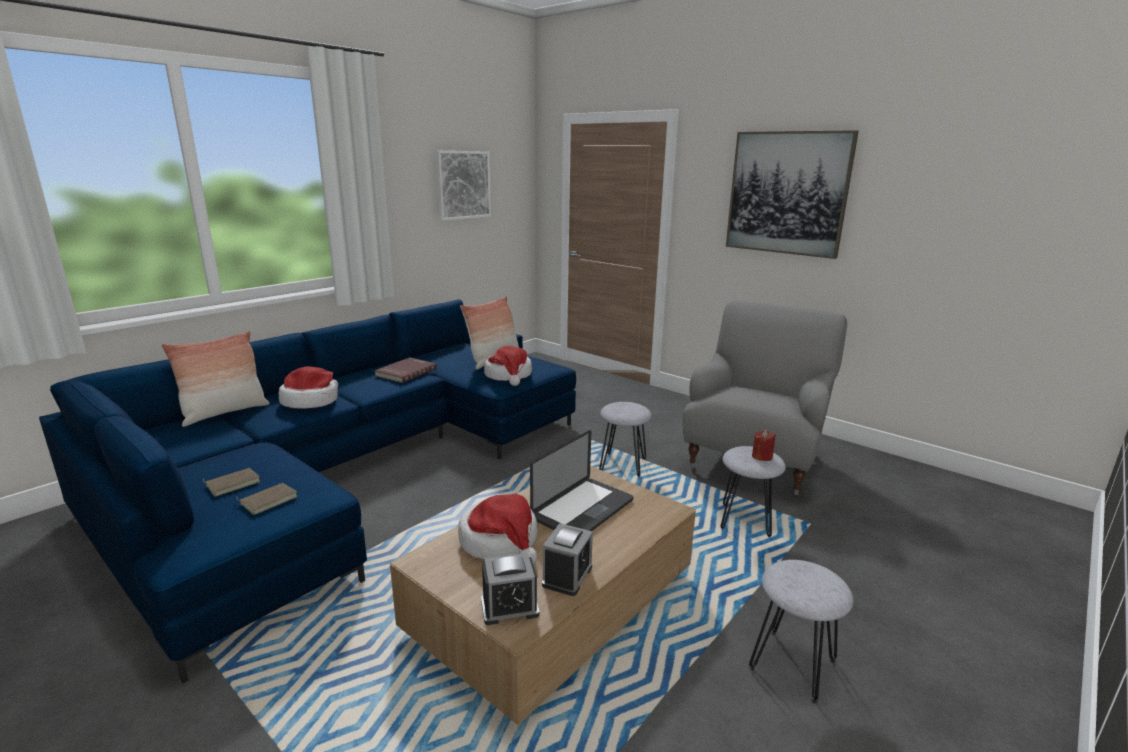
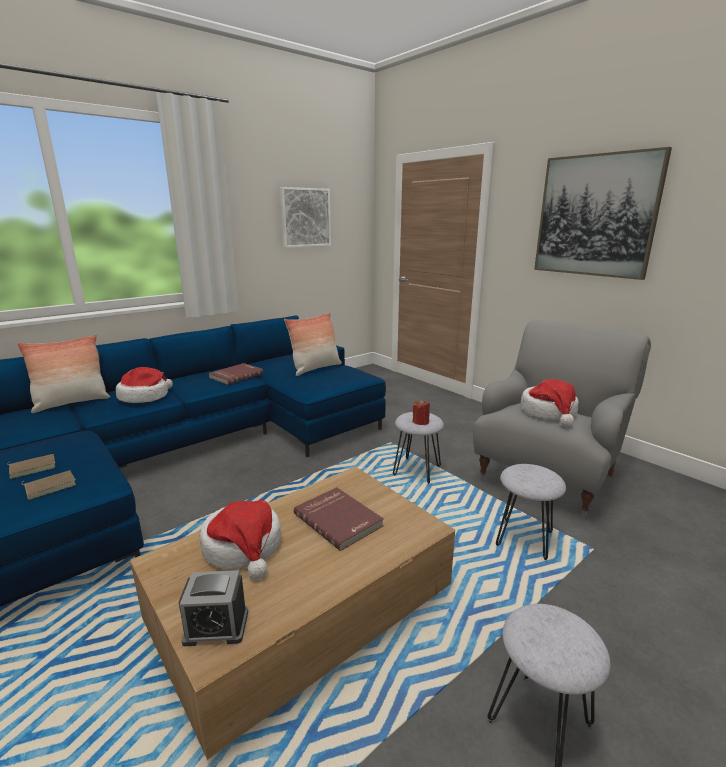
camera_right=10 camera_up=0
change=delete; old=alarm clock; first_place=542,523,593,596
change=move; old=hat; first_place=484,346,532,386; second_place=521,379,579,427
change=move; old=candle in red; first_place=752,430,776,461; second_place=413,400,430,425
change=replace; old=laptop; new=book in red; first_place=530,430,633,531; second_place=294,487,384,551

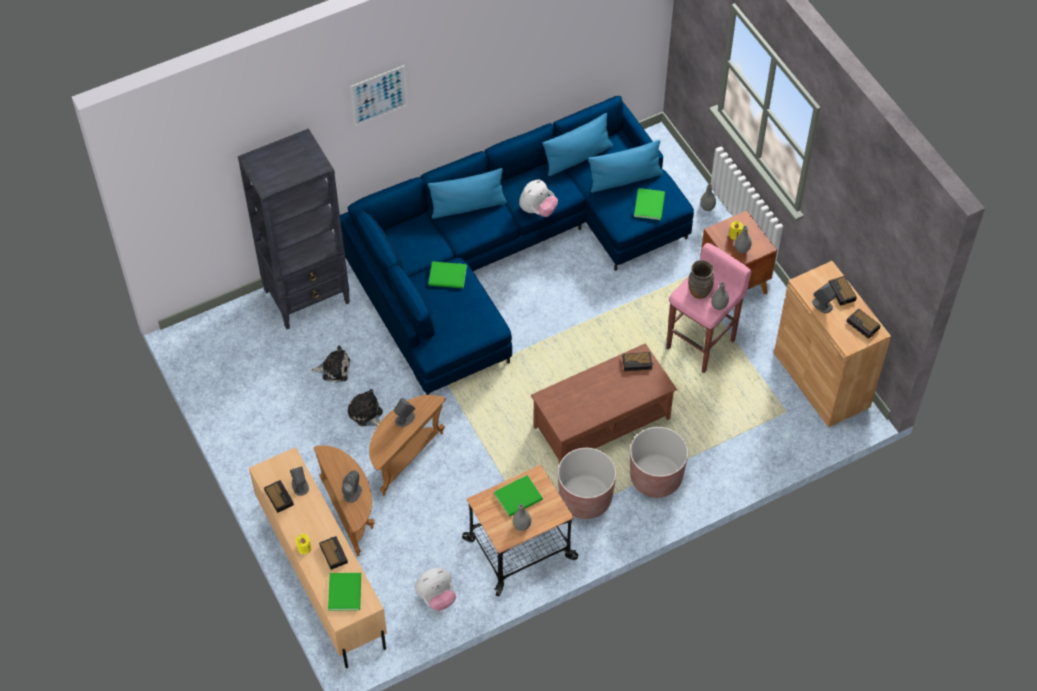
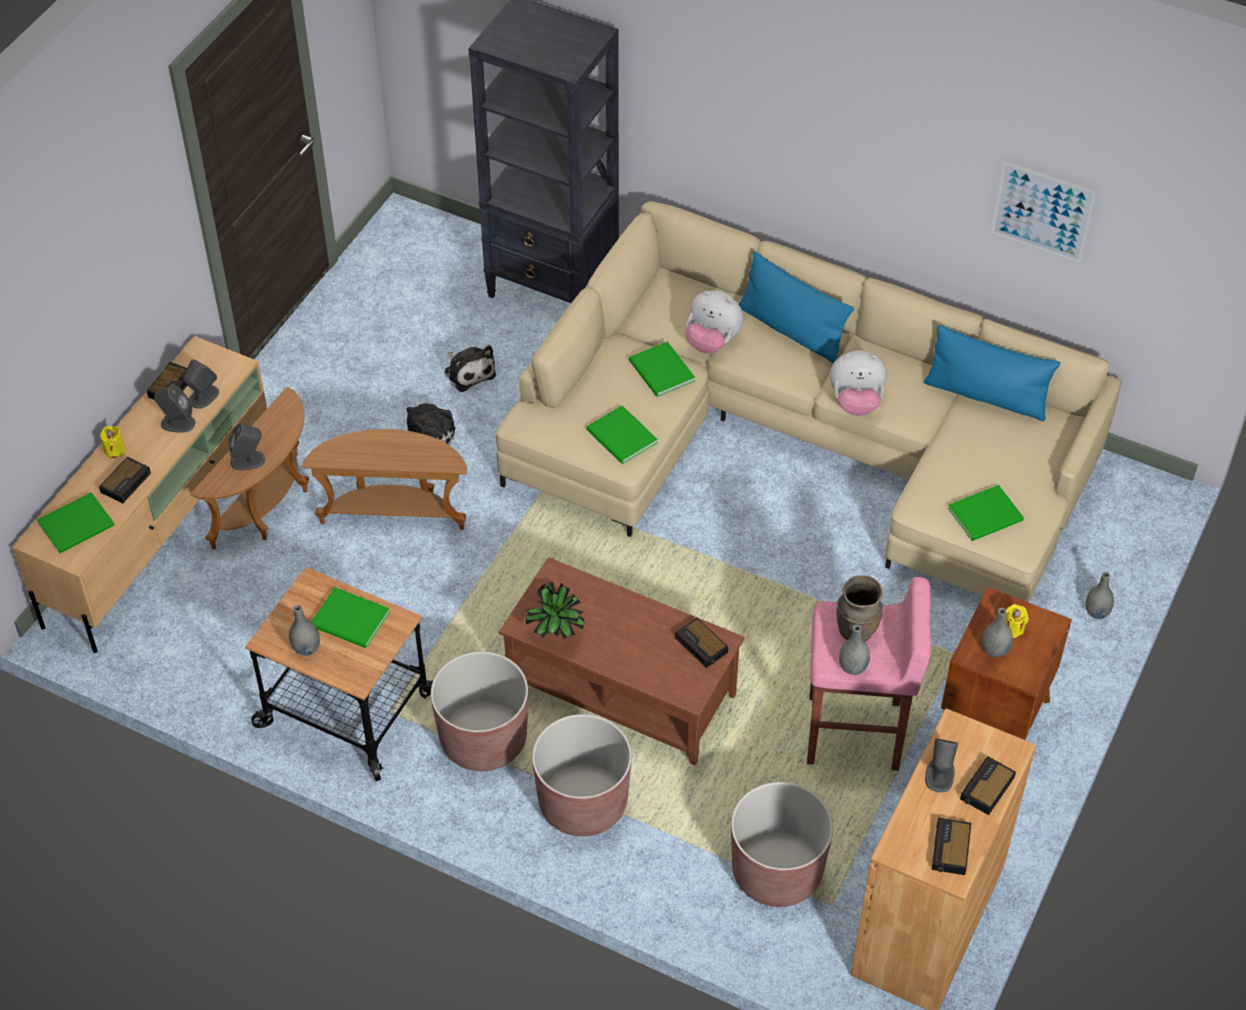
camera_right=55 camera_up=-5
change=delete; old=pillow in blue; first_place=588,140,663,193
change=insert; new=potted plant; second_place=525,582,584,639
change=insert; new=book in green; second_place=586,406,658,464
change=insert; new=planter in brown; second_place=731,782,833,907
change=move; old=picture; first_place=350,65,408,126; second_place=991,161,1097,263
change=move; old=speaker in grey; first_place=394,398,415,427; second_place=154,385,195,433
change=move; old=plush toy; first_place=415,568,456,611; second_place=685,291,744,353
change=recolor; old=sofa in blue; new=sofa in beige; first_place=340,96,694,395; second_place=496,202,1122,602

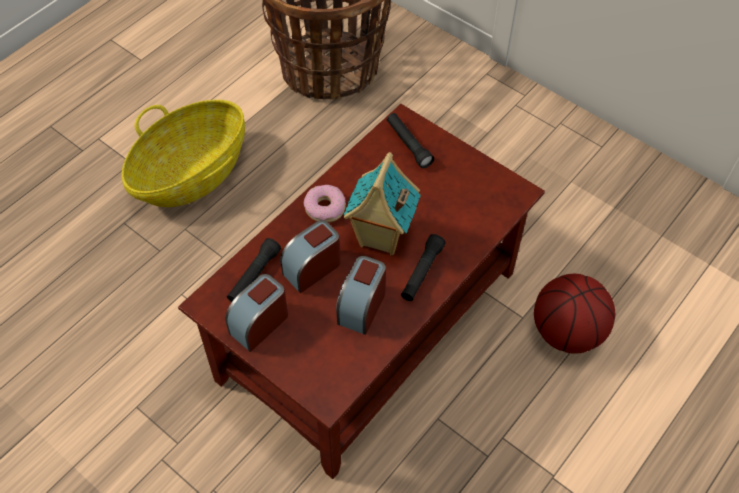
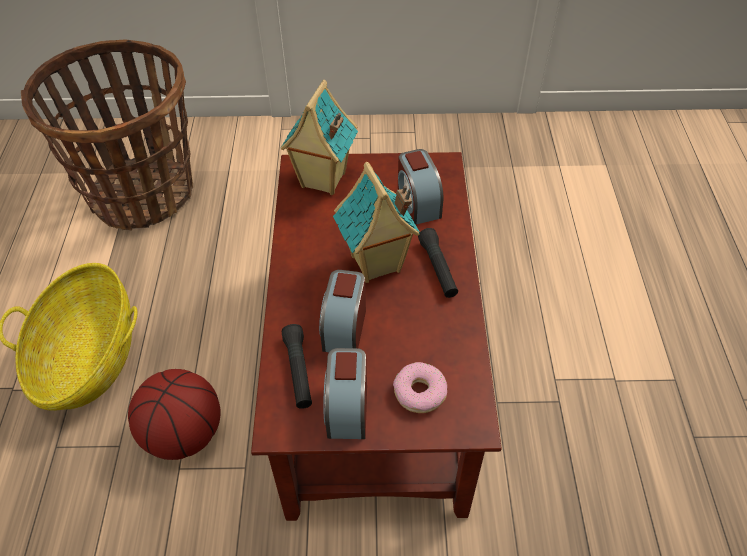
camera_right=-40 camera_up=-5
change=move; old=donut; first_place=304,185,346,222; second_place=393,362,447,413
change=move; old=alarm clock; first_place=336,256,386,335; second_place=398,149,443,225
change=move; old=basketball; first_place=534,274,615,354; second_place=128,369,221,460
change=replace; old=flashlight in black; new=toy house; first_place=387,113,434,168; second_place=281,80,358,195

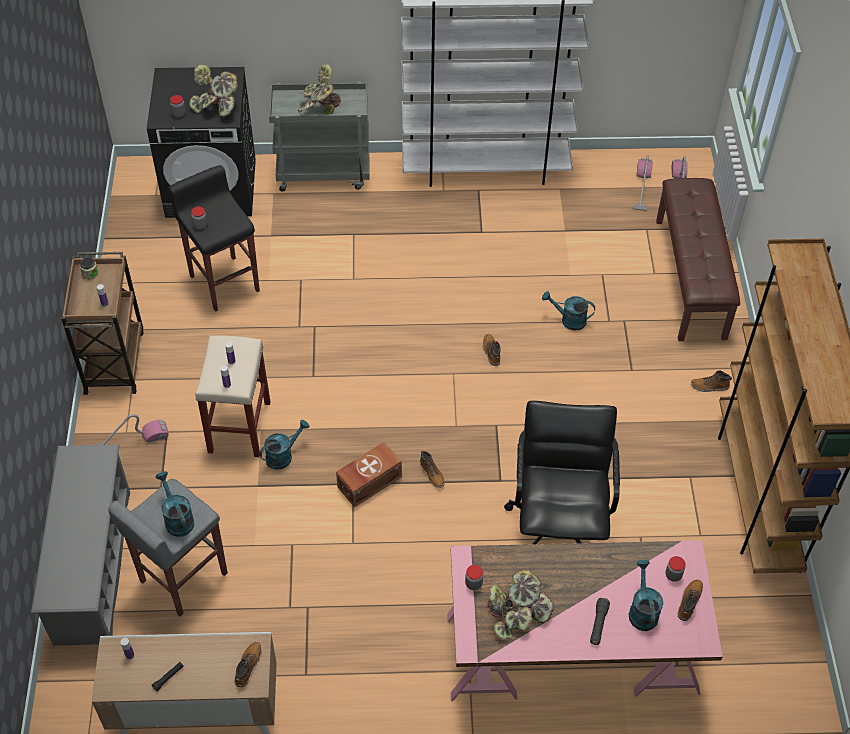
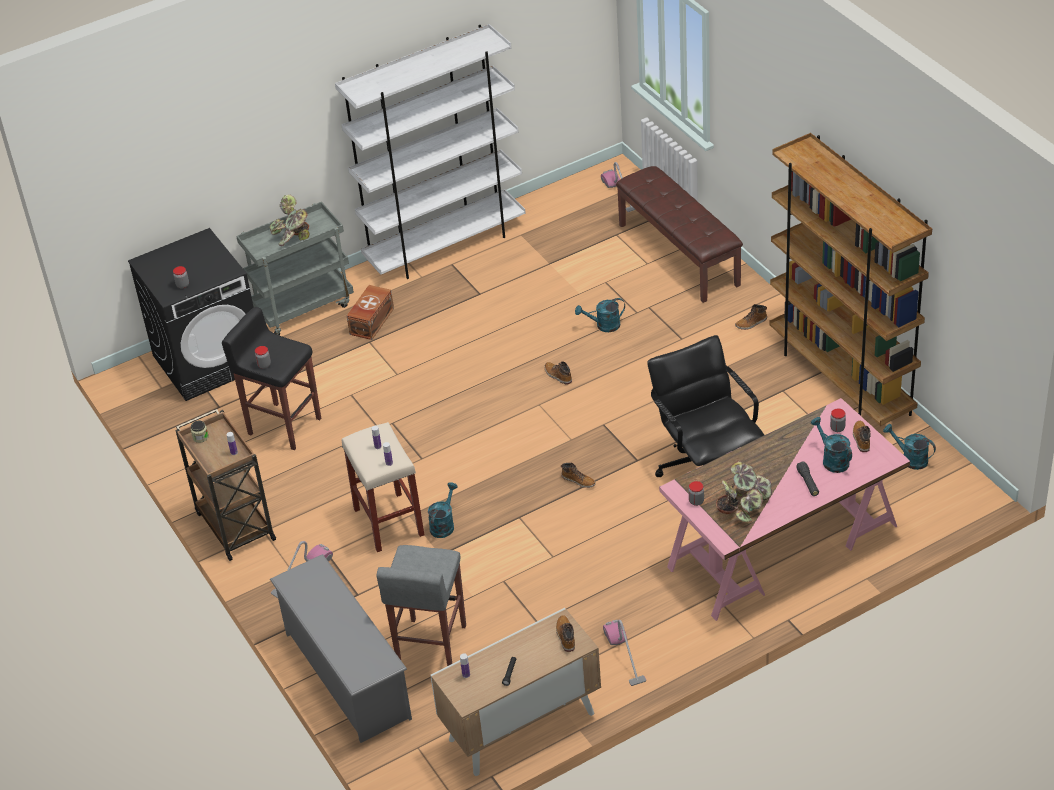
camera_right=-25 camera_up=-10
change=delete; old=potted plant; first_place=189,64,238,117
change=move; old=watering can in turquoise; first_place=156,471,194,537; second_place=883,424,936,470
change=move; old=storage box in brown; first_place=336,442,402,507; second_place=347,285,394,340
change=move; old=vacuum cleaner; first_place=633,155,653,211; second_place=603,620,646,686

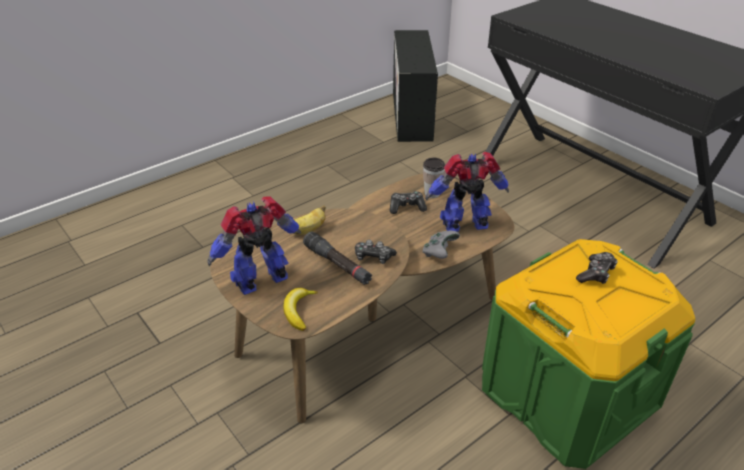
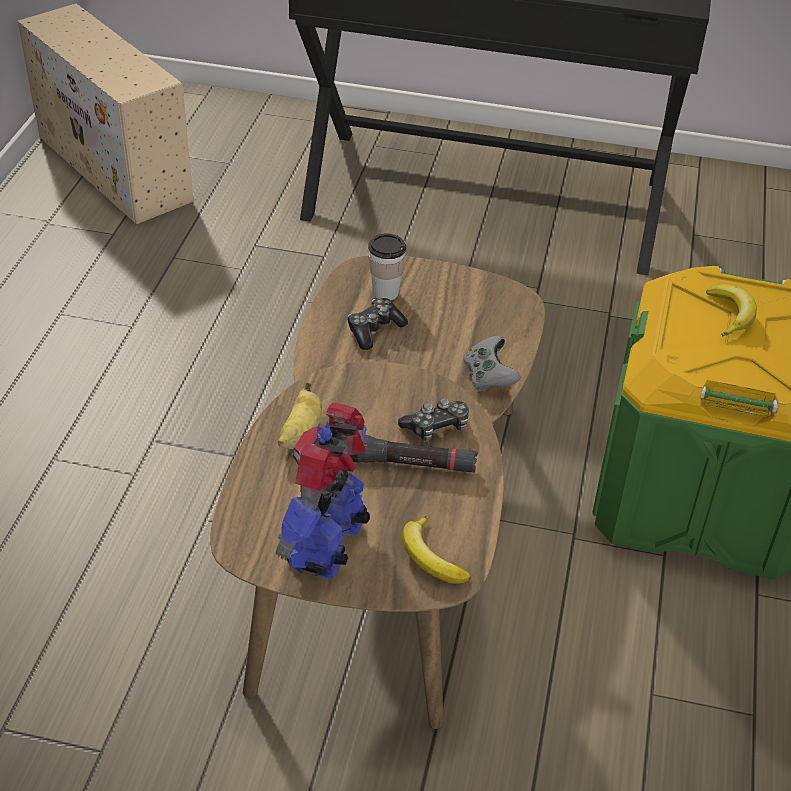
camera_right=-40 camera_up=5
change=delete; old=toy robot; first_place=425,152,509,232
change=replace; old=game controller; new=banana; first_place=576,252,618,284; second_place=706,284,757,336
change=recolor; old=storage box in black; new=storage box in beige; first_place=393,30,438,142; second_place=18,3,193,224

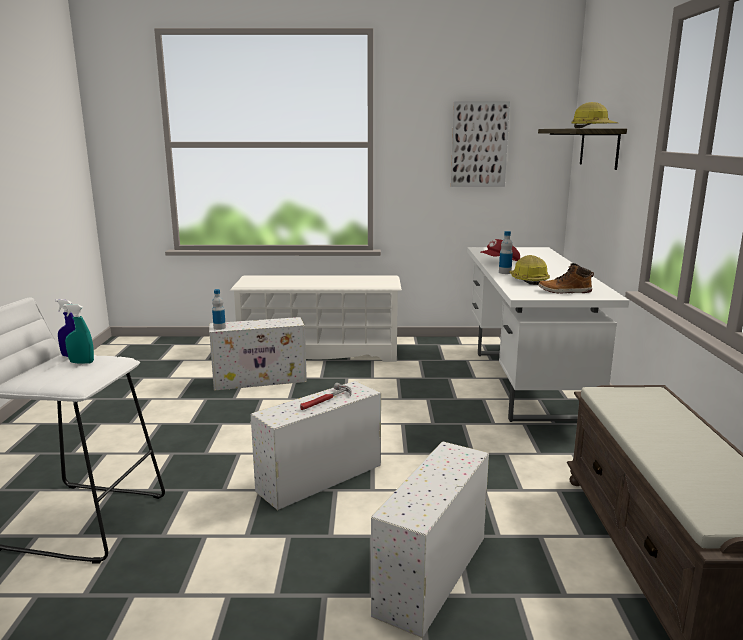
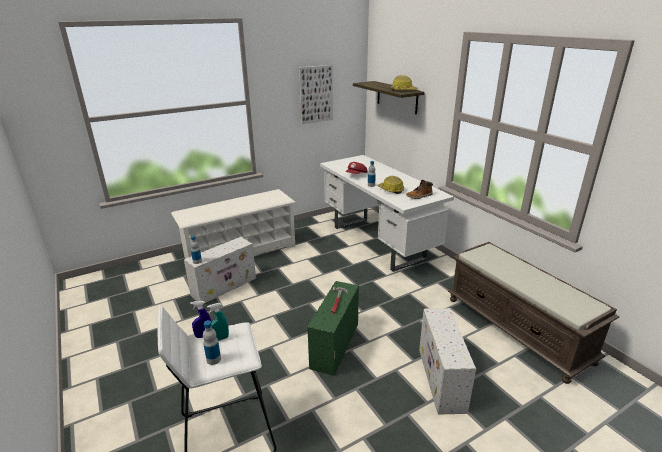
camera_right=-30 camera_up=10
change=insert; new=bottle; second_place=203,320,221,365
change=recolor; old=storage box in white; new=storage box in green; first_place=251,381,381,510; second_place=307,281,359,376

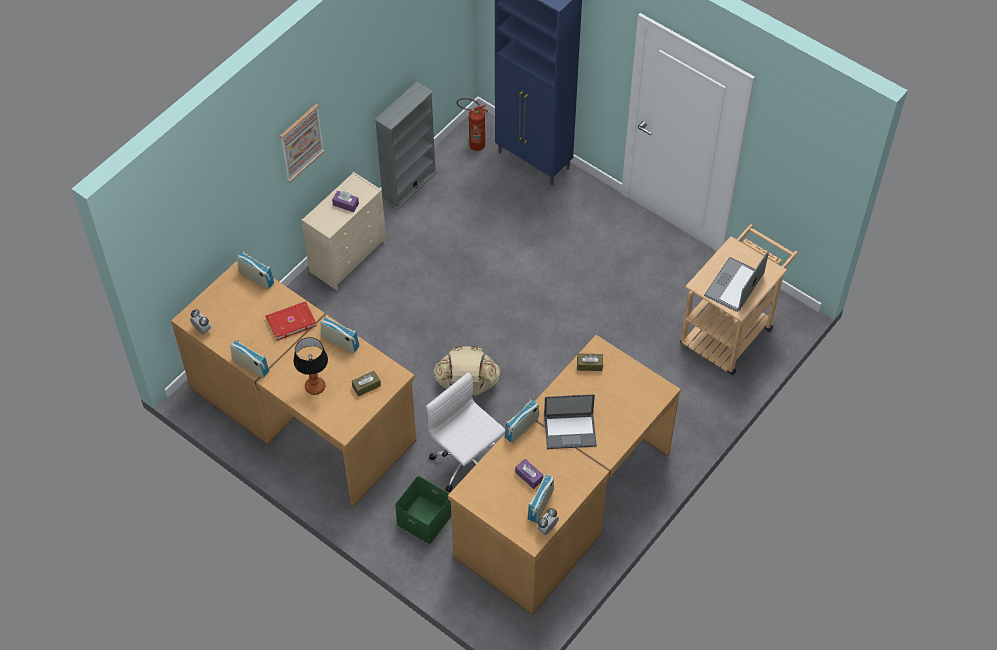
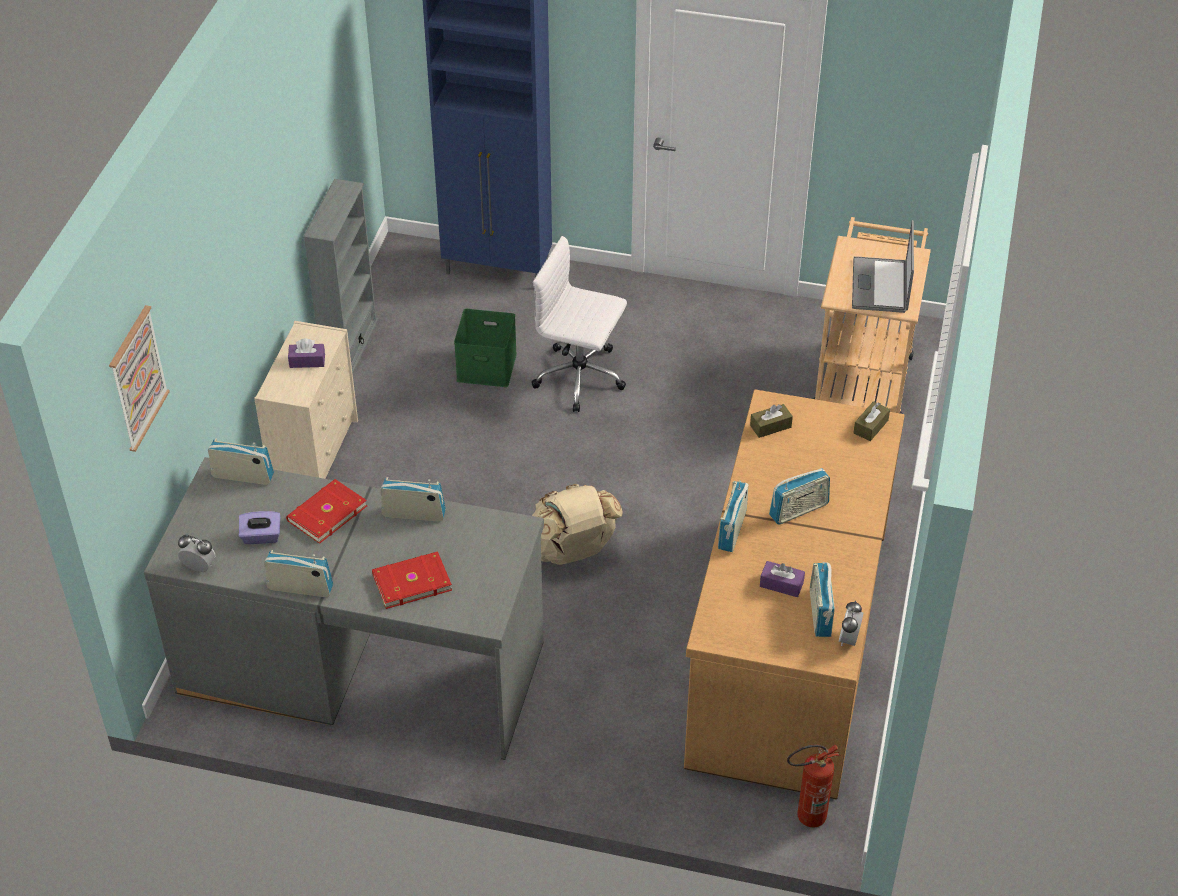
camera_right=-25 camera_up=-10
change=insert; new=tissue box in purple; second_place=239,511,280,544
change=move; old=picture; first_place=280,104,325,183; second_place=109,305,170,452
change=move; old=tissue box in brown; first_place=352,371,381,397; second_place=853,401,890,441
change=move; old=storage box in green; first_place=395,476,451,544; second_place=454,309,517,387
change=move; old=office chair in white; first_place=426,372,505,492; second_place=531,236,627,412
change=move; old=fire extinguisher; first_place=457,98,488,151; second_place=787,744,841,828
change=replace; old=table lamp; new=book in red; first_place=294,337,328,395; second_place=372,551,452,609
change=replace; old=laptop; new=radio; first_place=544,394,597,449; second_place=769,468,830,525
change=recolor; old=desk in brown; new=desk in grey; first_place=171,261,416,507; second_place=144,457,544,760

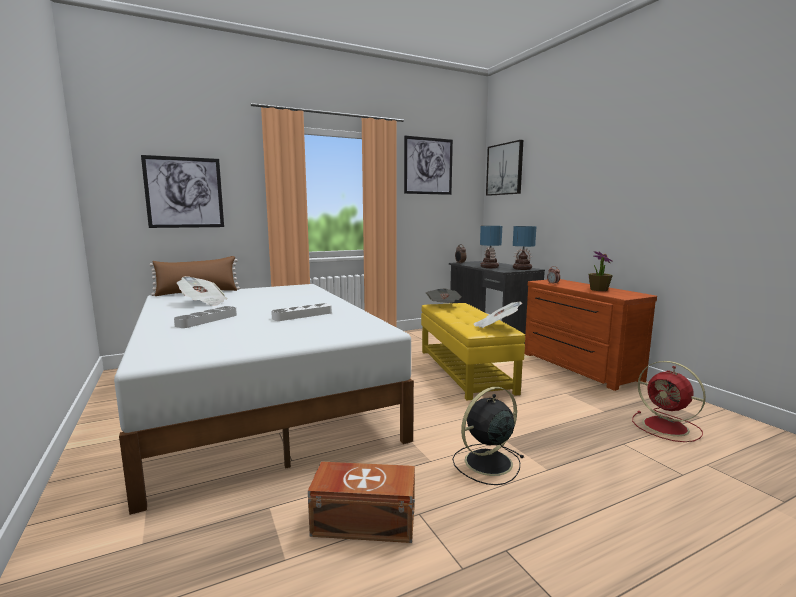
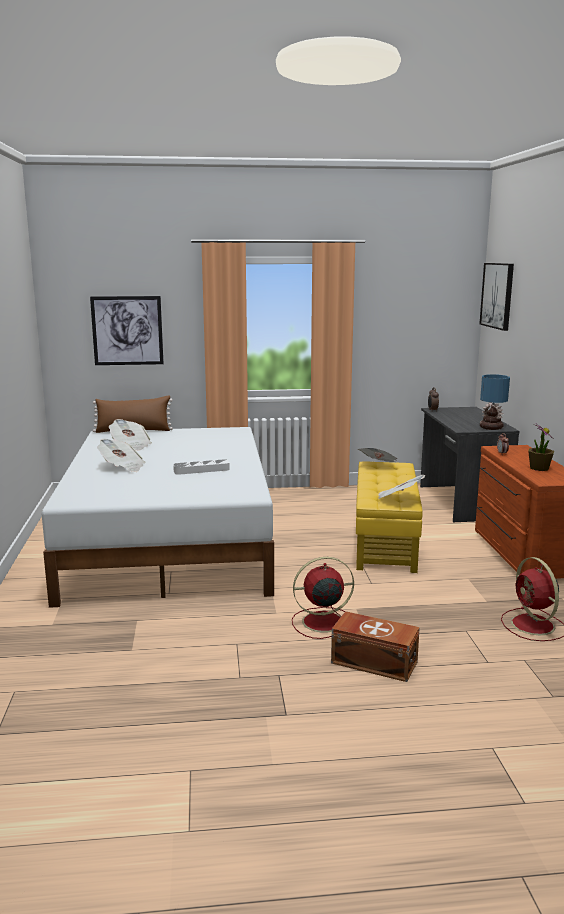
camera_right=20 camera_up=5
change=delete; old=picture; first_place=404,136,453,195
change=delete; old=table lamp; first_place=480,226,502,268
change=move; old=storage box in brown; first_place=308,461,415,543; second_place=331,611,420,682
change=replace; old=tray in grey; new=newspaper; first_place=174,306,237,328; second_place=97,439,145,472
change=recolor; old=fan in black; new=fan in red; first_place=452,387,525,485; second_place=292,557,354,639

